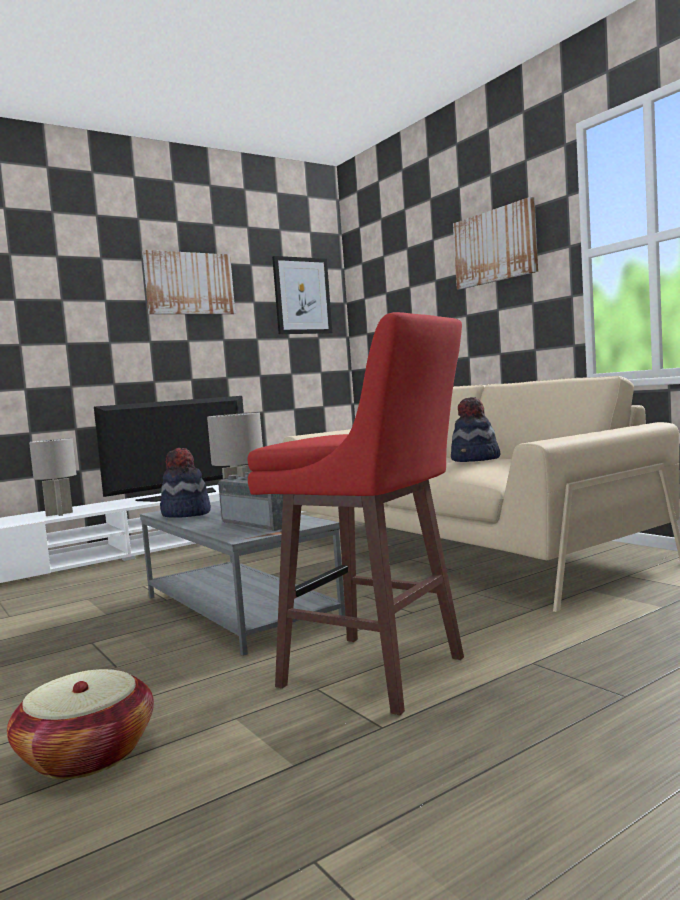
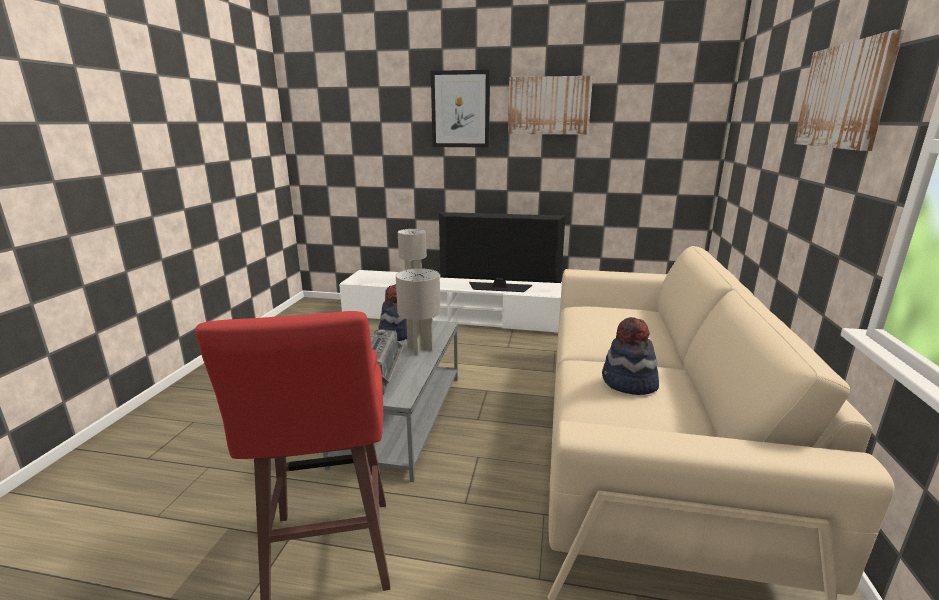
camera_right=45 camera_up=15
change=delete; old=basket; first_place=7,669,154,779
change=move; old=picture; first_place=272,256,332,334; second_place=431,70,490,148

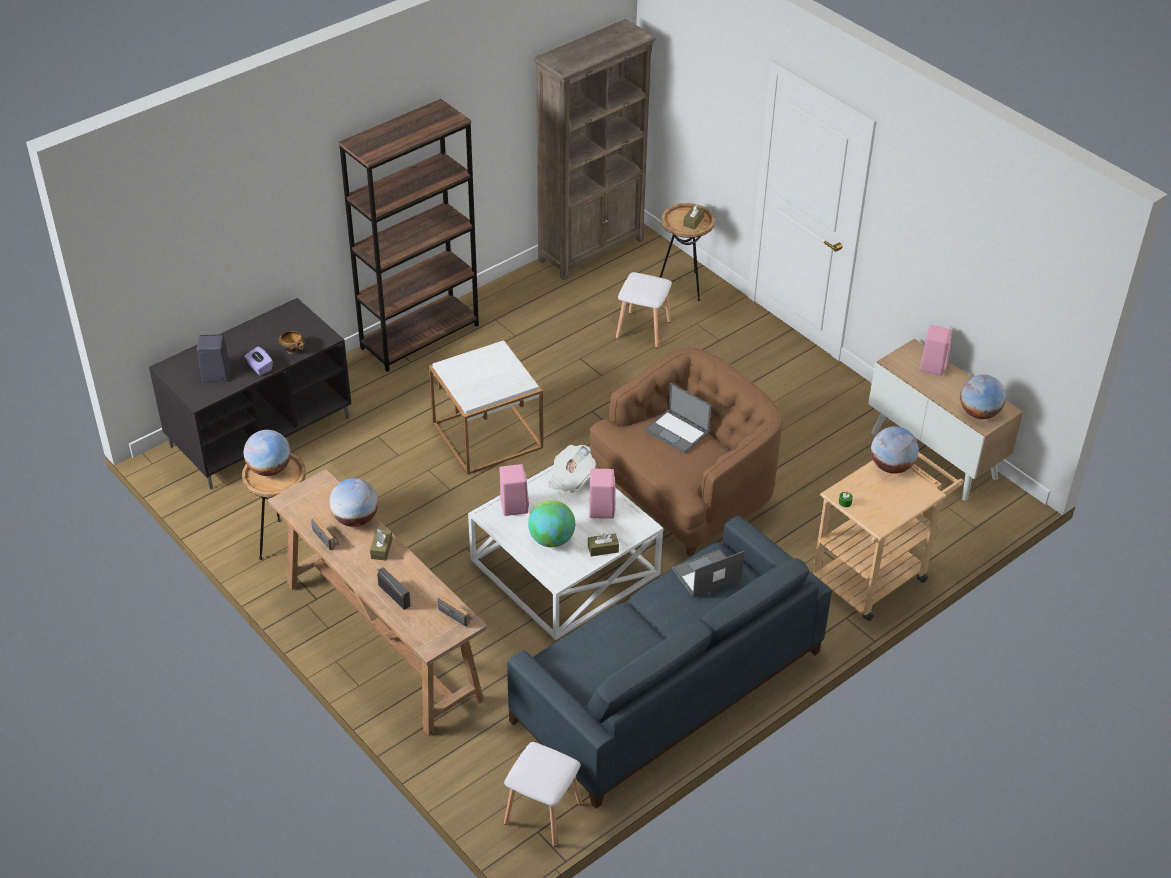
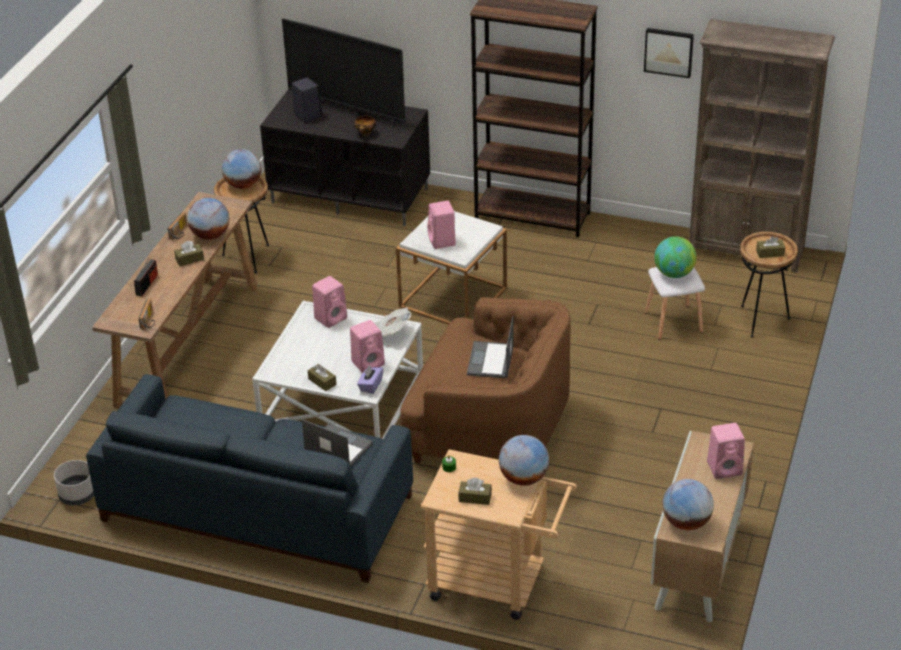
camera_right=60 camera_up=-5
change=insert; new=television; second_place=282,19,405,129
change=insert; new=speaker in pink; second_place=427,200,456,249
change=insert; new=tissue box in brown; second_place=458,478,492,505
change=insert; new=picture; second_place=644,28,694,78
change=move; old=tissue box in purple; first_place=245,346,273,375; second_place=357,365,383,394
change=move; old=globe; first_place=528,500,575,547; second_place=654,236,696,278
change=replace; old=stool in white; new=planter in grey; first_place=504,742,582,847; second_place=54,460,94,505

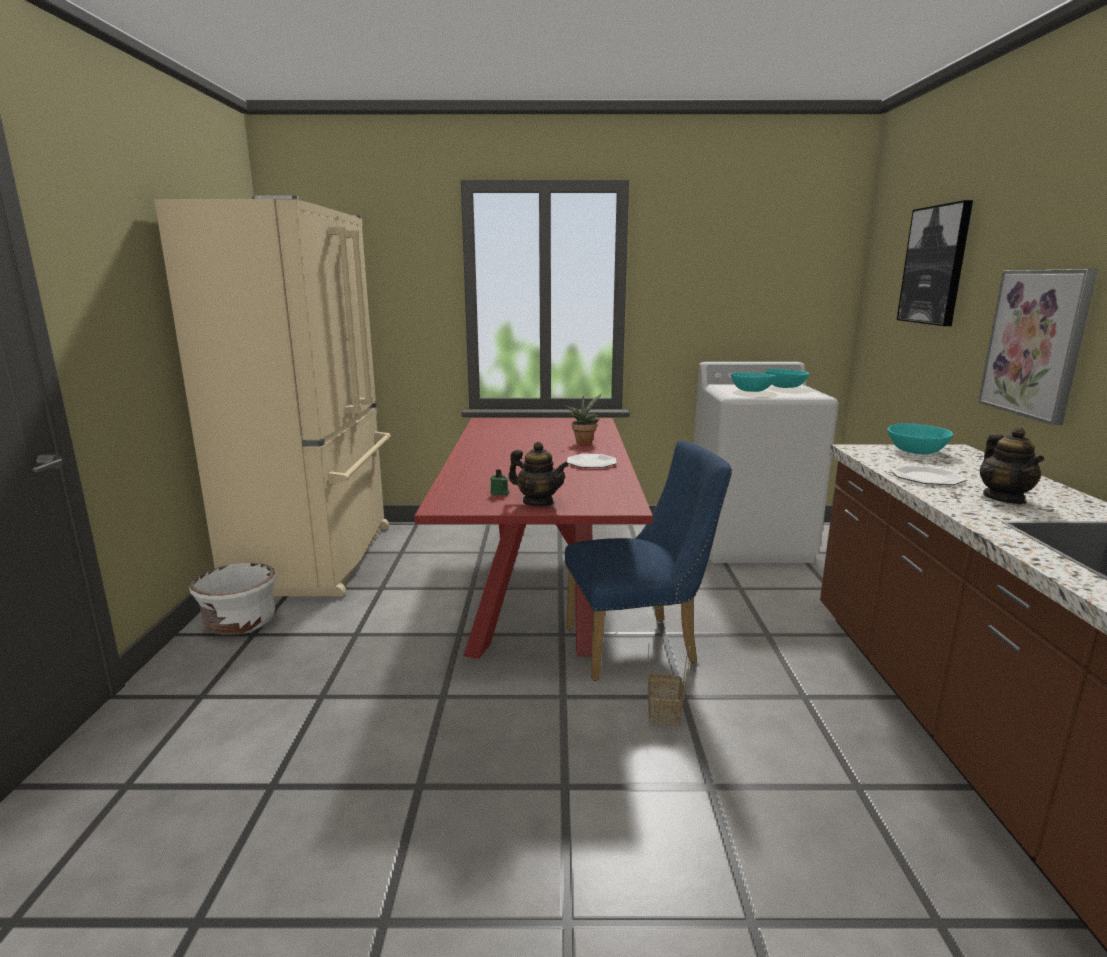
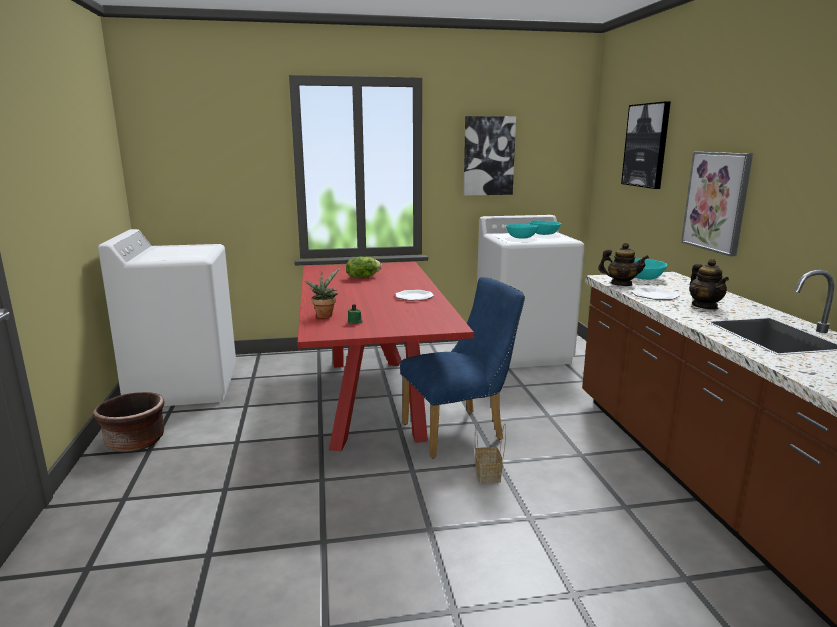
camera_right=-10 camera_up=0
change=insert; new=lettuce; second_place=346,257,382,278
change=insert; new=picture; second_place=464,116,516,196
change=move; old=teapot; first_place=508,442,569,506; second_place=598,243,649,286
change=move; old=potted plant; first_place=565,394,602,445; second_place=304,268,340,318
change=replace; old=fridge in beige; new=washing machine in white; first_place=154,196,391,596; second_place=98,229,236,406
change=recolor; old=planter in white; new=planter in brown; first_place=189,563,276,635; second_place=93,392,165,452

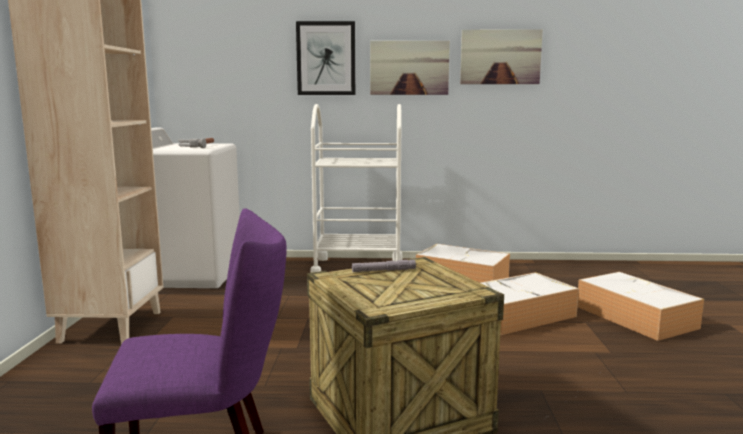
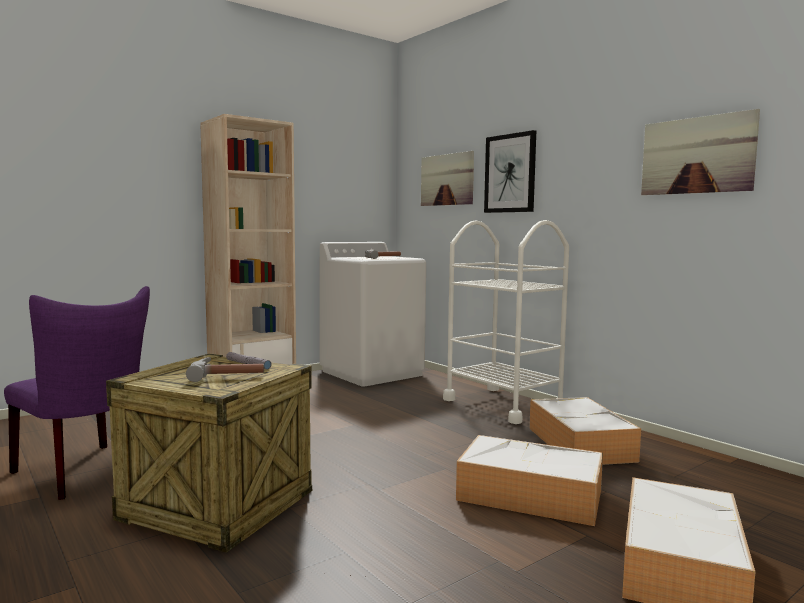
camera_right=50 camera_up=-5
change=insert; new=hammer; second_place=186,357,264,382
change=move; old=picture; first_place=370,41,450,95; second_place=421,151,474,206

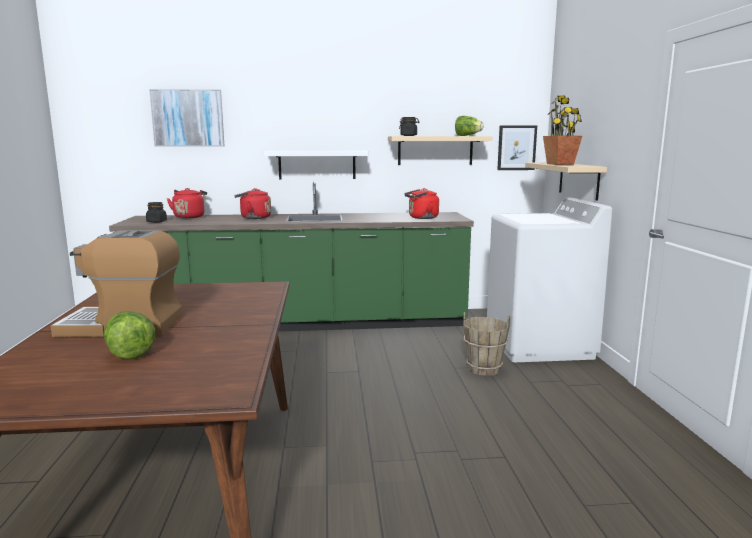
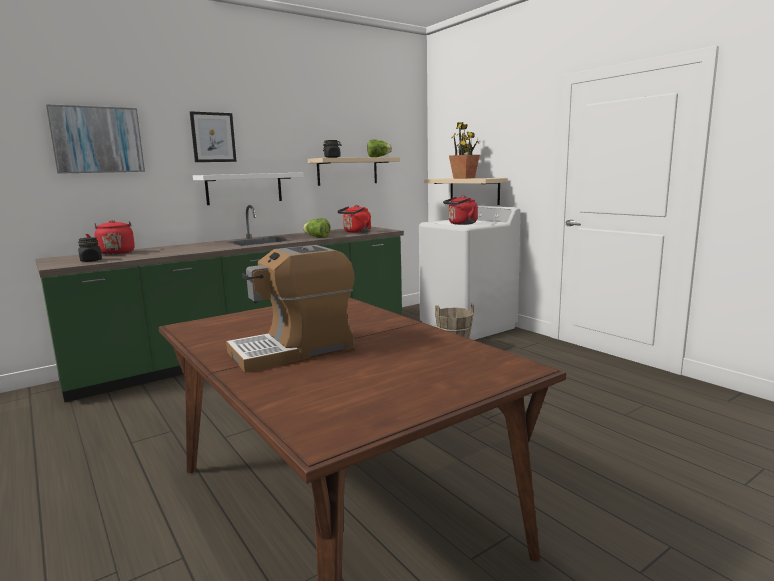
camera_right=-30 camera_up=0
change=move; old=lettuce; first_place=104,311,155,360; second_place=303,218,331,238
change=move; old=kettle in red; first_place=234,188,271,219; second_place=443,195,478,225
change=move; old=picture; first_place=497,126,537,170; second_place=190,111,237,162

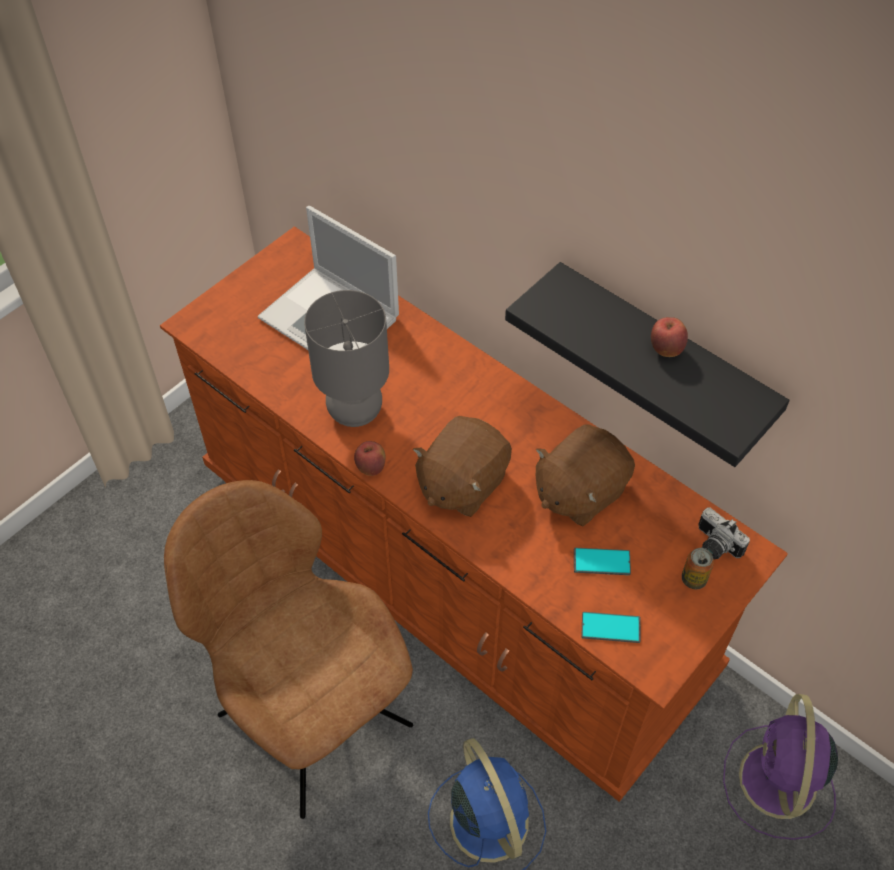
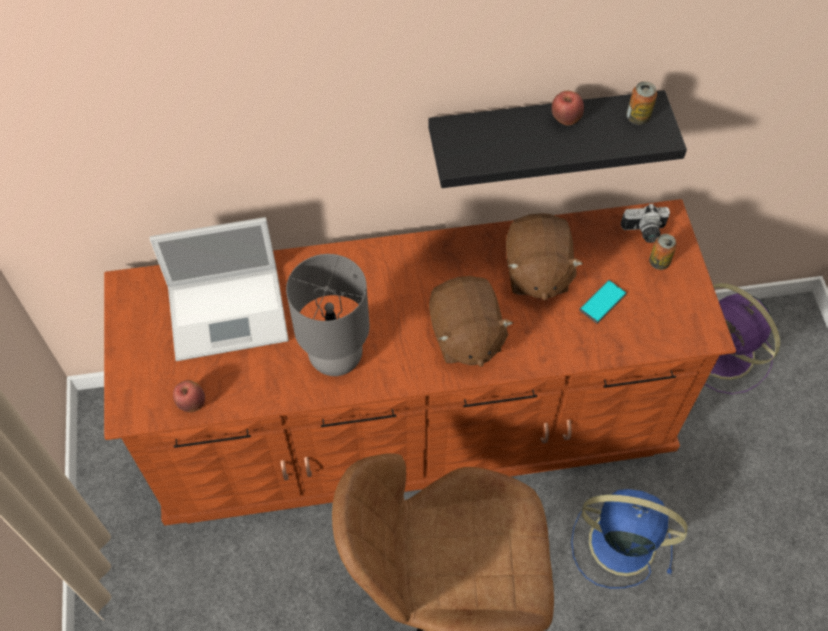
camera_right=-50 camera_up=5
change=delete; old=phone; first_place=582,612,641,643
change=insert; new=can; second_place=627,81,657,125
change=move; old=apple; first_place=354,441,386,476; second_place=173,380,205,412

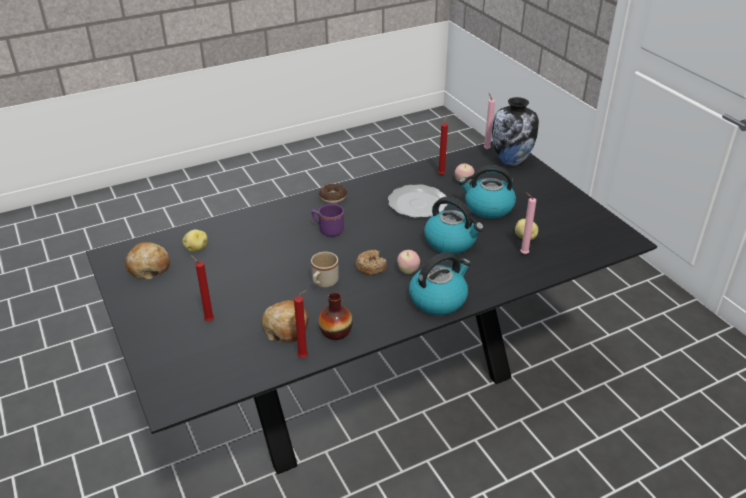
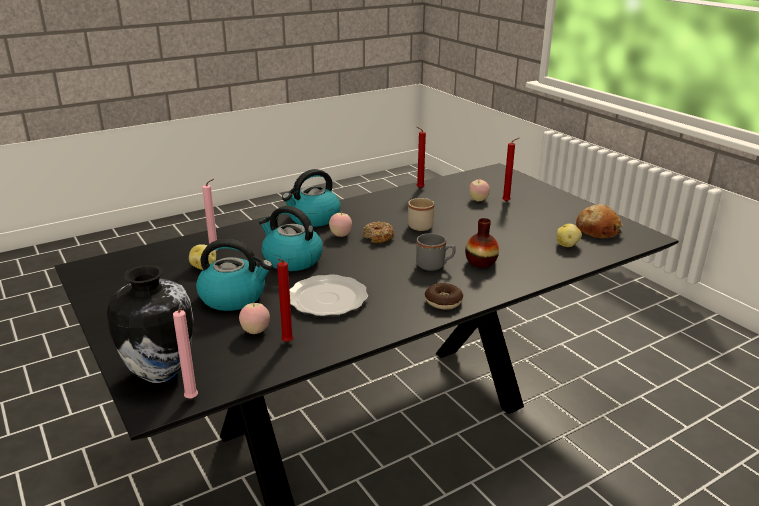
camera_right=175 camera_up=-10
change=delete; old=bread; first_place=262,300,308,342
change=insert; new=apple; second_place=469,180,490,201
change=move; old=vase; first_place=319,292,353,340; second_place=465,218,499,268
change=recolor; old=mug in purple; new=mug in grey; first_place=312,204,344,237; second_place=416,233,456,271

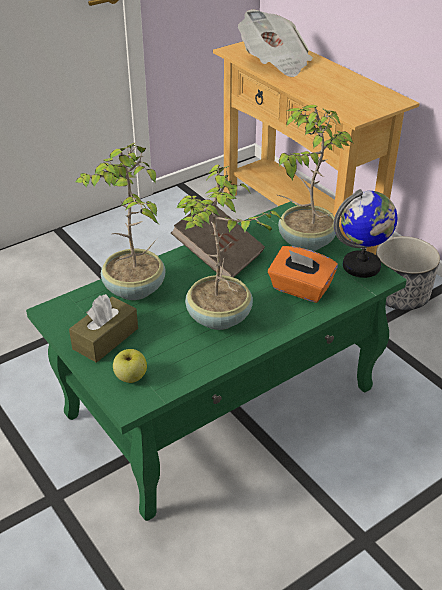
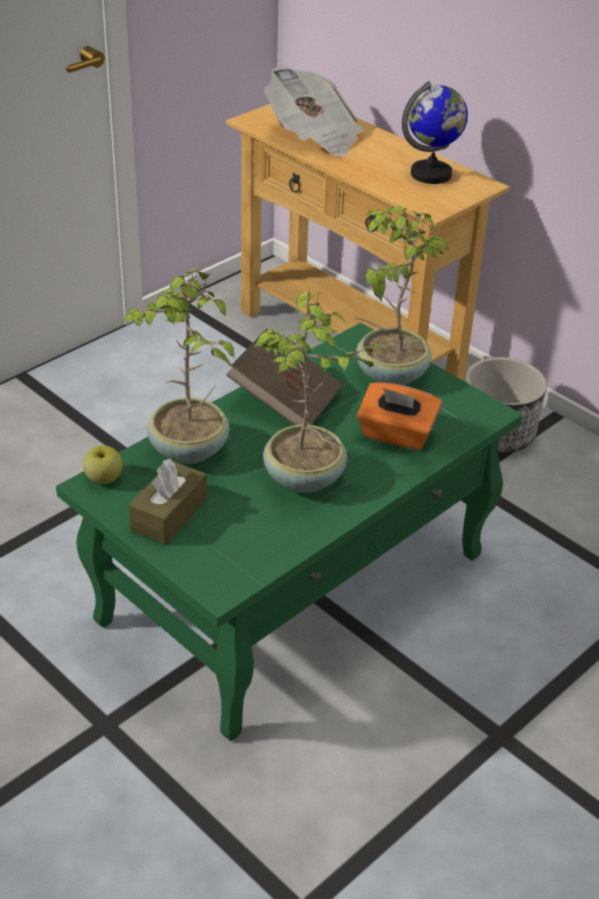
camera_right=-10 camera_up=0
change=move; old=apple; first_place=113,349,147,383; second_place=83,445,123,484
change=move; old=globe; first_place=334,189,398,278; second_place=402,81,468,184

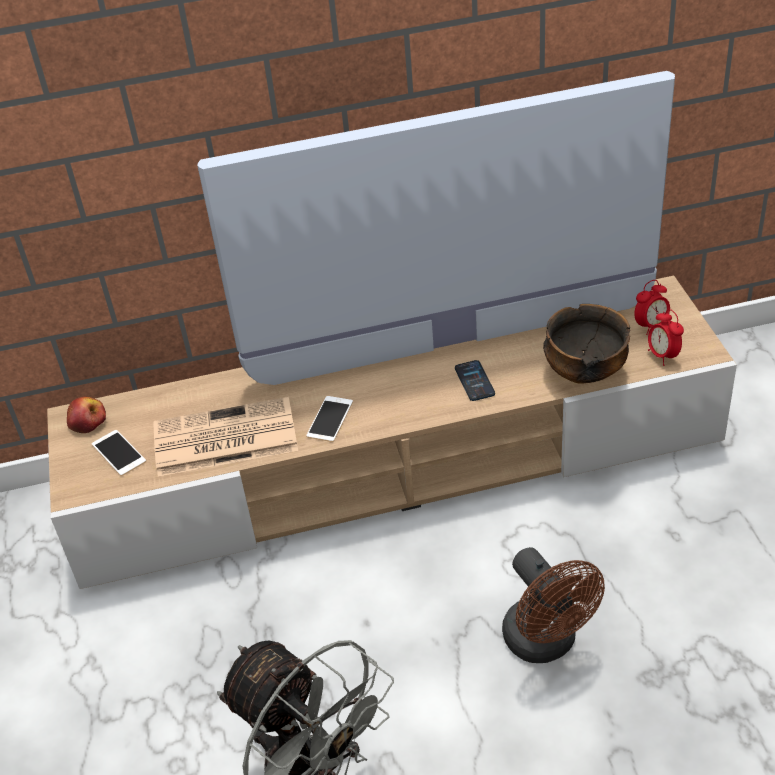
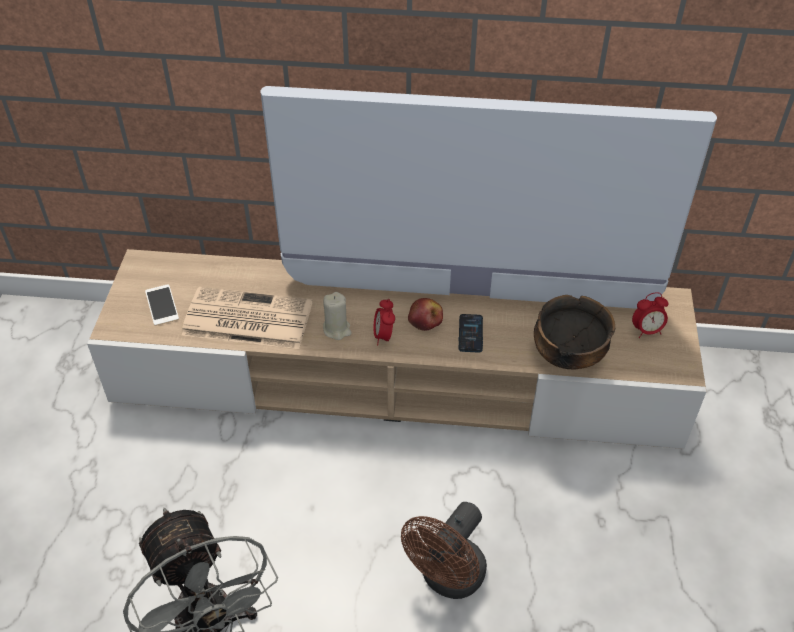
camera_right=15 camera_up=5
change=move; old=apple; first_place=67,397,106,433; second_place=408,298,443,331
change=move; old=alarm clock; first_place=648,309,684,366; second_place=373,299,395,345
change=replace; old=phone; new=candle in beige; first_place=306,396,353,442; second_place=323,292,352,340
change=rotate; old=fan in brown; first_place=502,547,605,663; second_place=401,502,487,599; degrees=45

